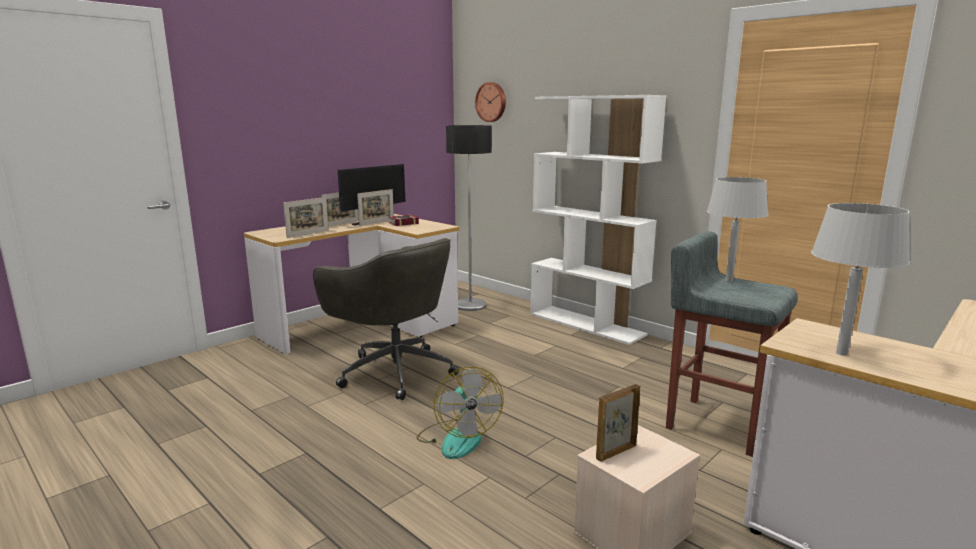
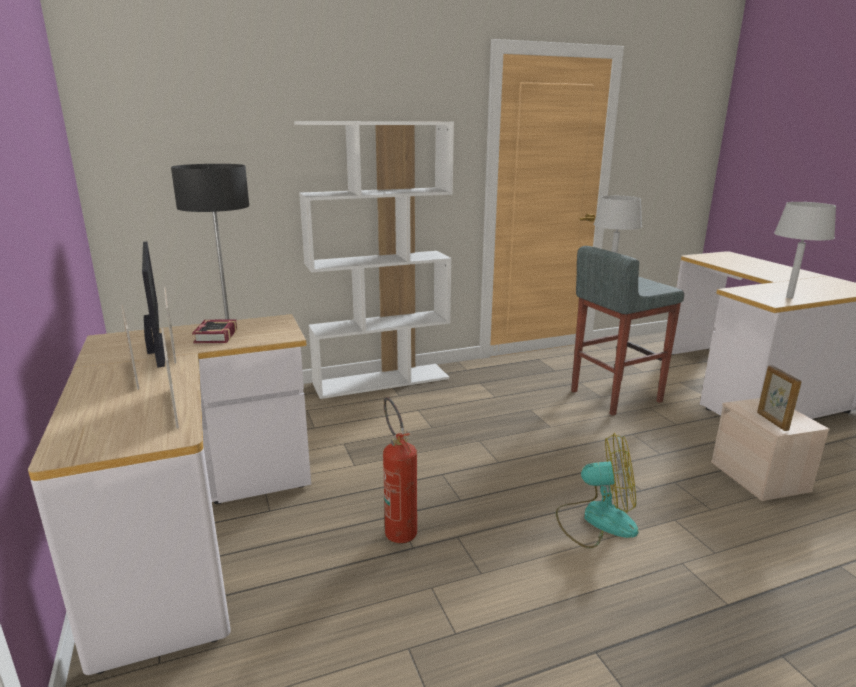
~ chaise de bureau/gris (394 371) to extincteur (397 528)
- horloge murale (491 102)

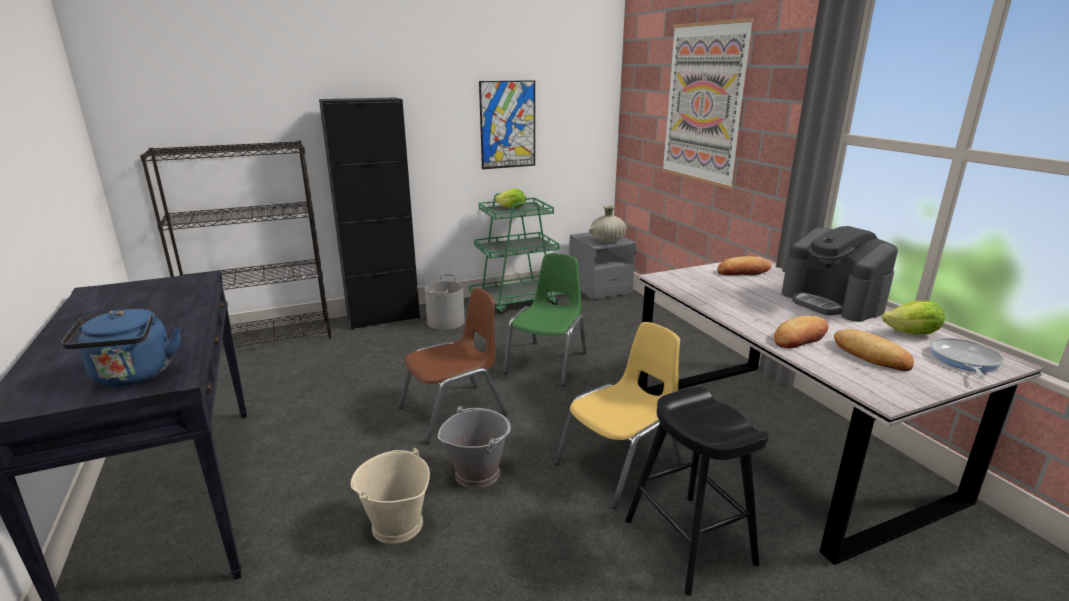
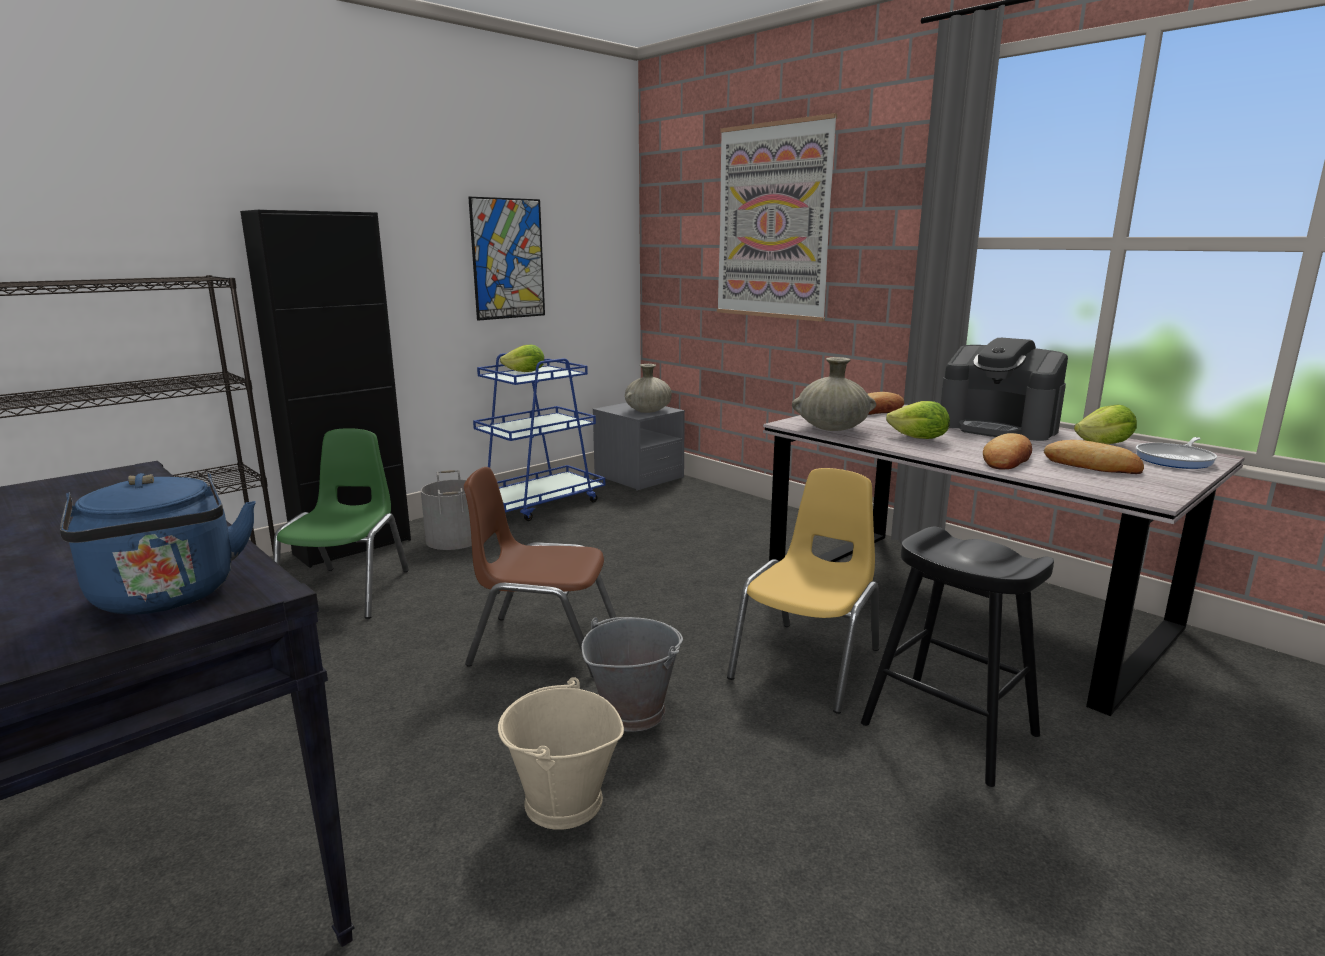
~ chaise/vert (547 363) to (347 592)
~ chaise/marron (453 412) = (544 644) 120 degrees counterclockwise
~ chariot/vert (517 301) to chariot/bleu (539 503)
+ vase/beige (832 428)
+ laitue (919 439)
~ poêle (964 360) = (1176 459) 135 degrees counterclockwise

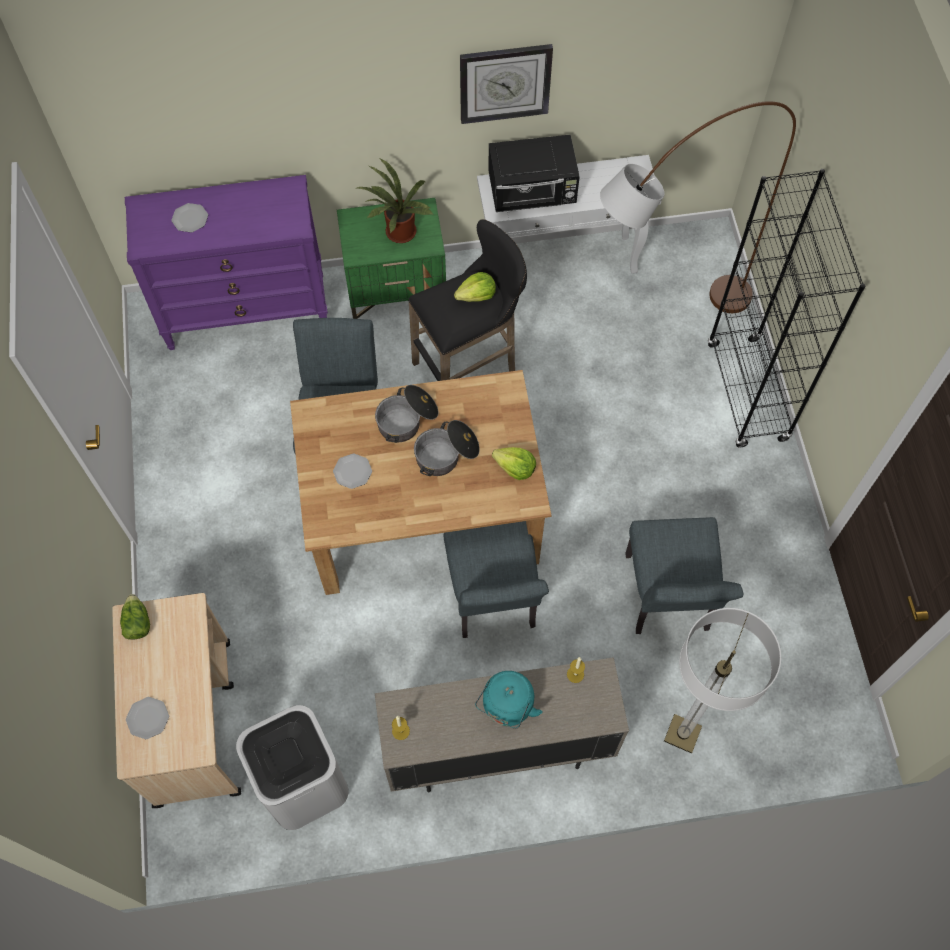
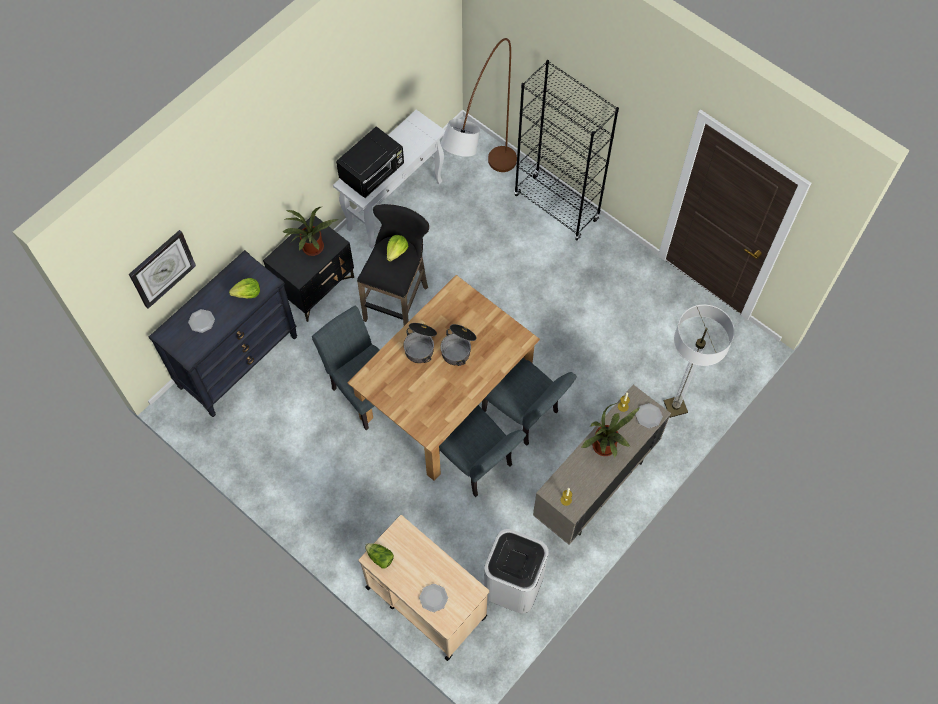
~ horloge murale (505 83) to (162 268)
~ commode/violet (247 311) to commode/noir (238 361)
~ laitue (515 468) to (247 293)
~ table de chevet/vert (396 289) to table de chevet/noir (315 285)
~ chaise/gris (668 600) to (477 465)
~ bouilloire/turquoise (507 707) to plante en pot (605 448)
~ assiette (353 471) to (648 416)

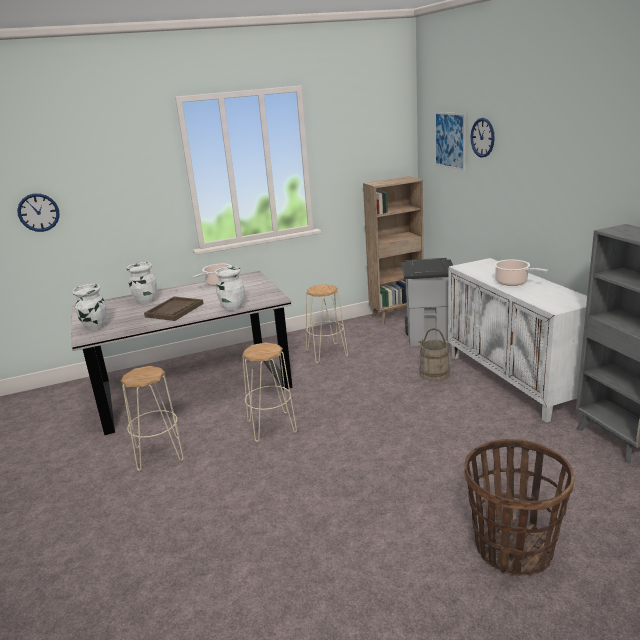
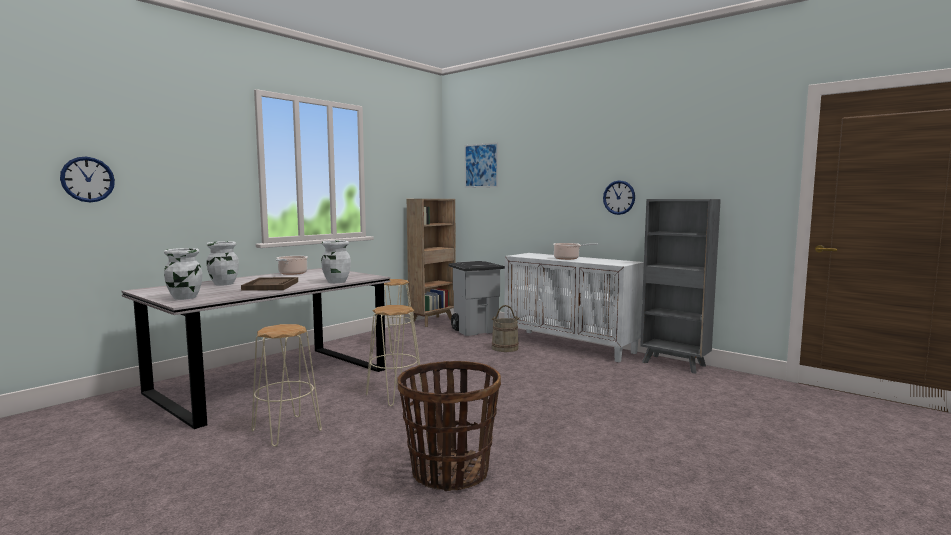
~ panier (512 548) to (449 472)
~ horloge murale (482 137) to (619 197)

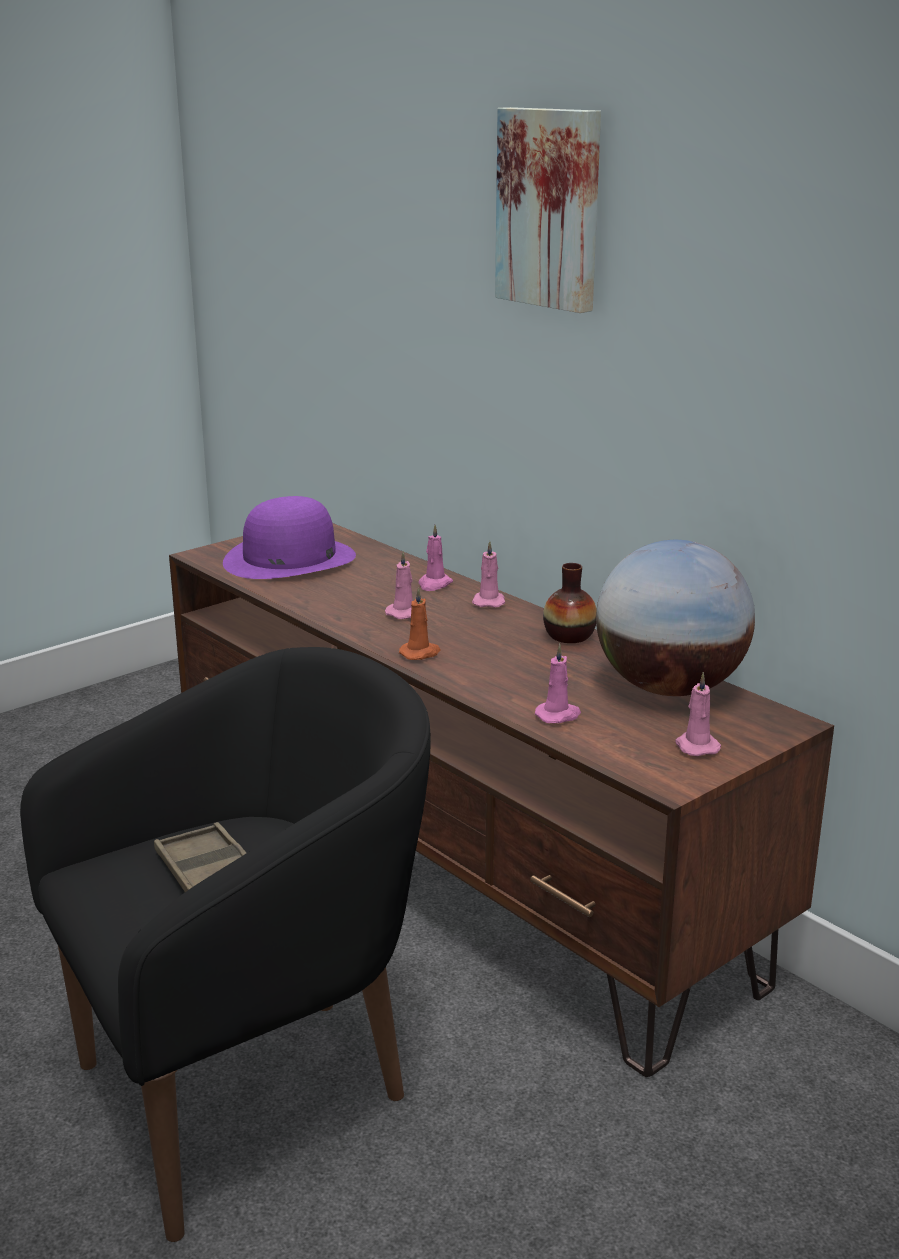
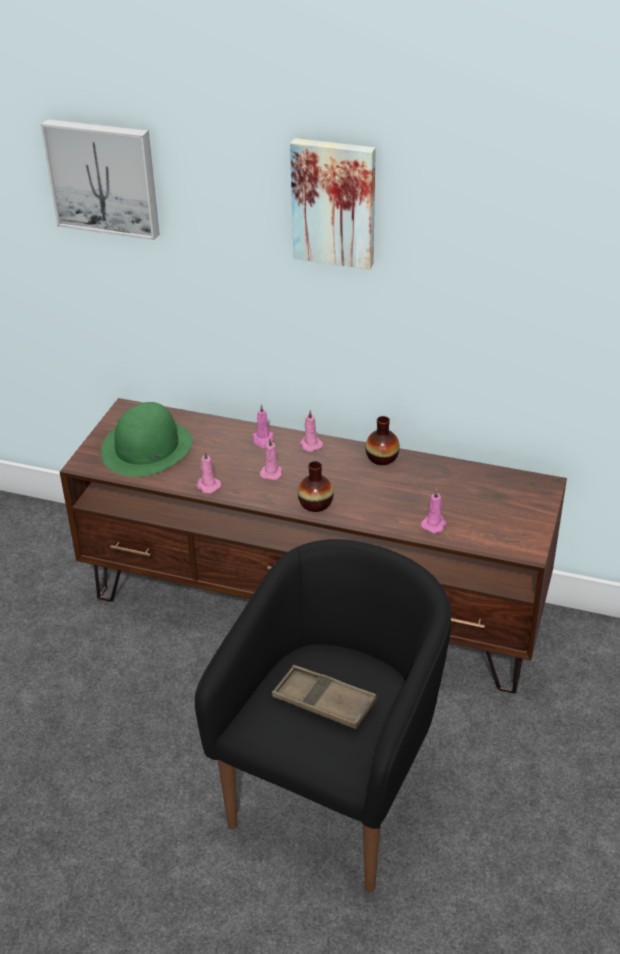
+ tableau (104 177)
~ chapeau/violet (289 559) to chapeau/vert (147 448)
~ bougie/rose (695 746) to (207 486)
~ bougie/orange (420 653) to vase (315 504)
- globe (669 688)

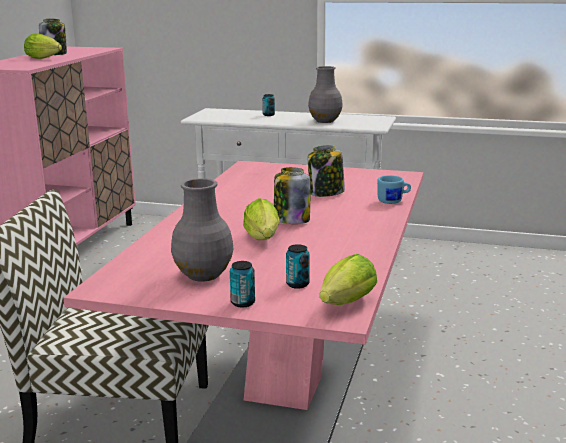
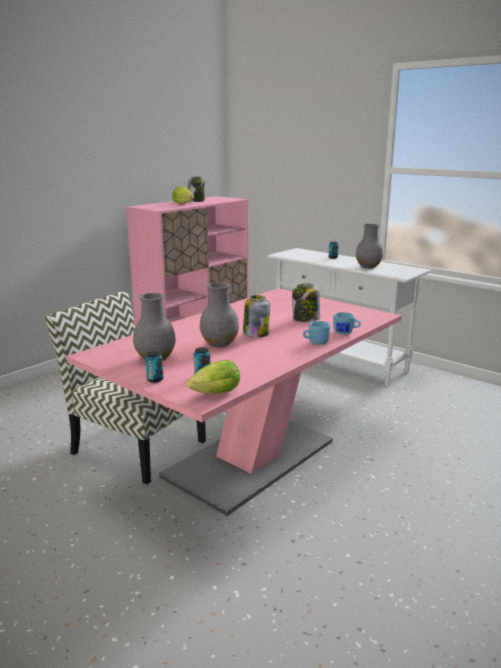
~ laitue (263 240) to vase/gris (220 343)
+ mug/bleu (315 342)

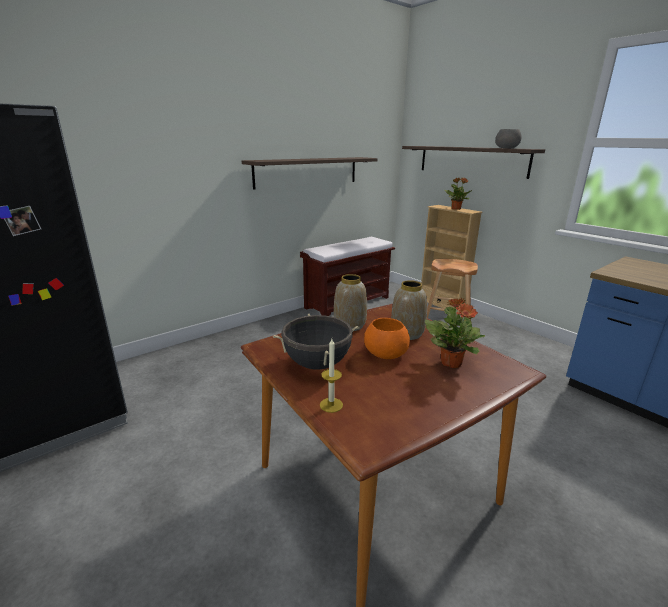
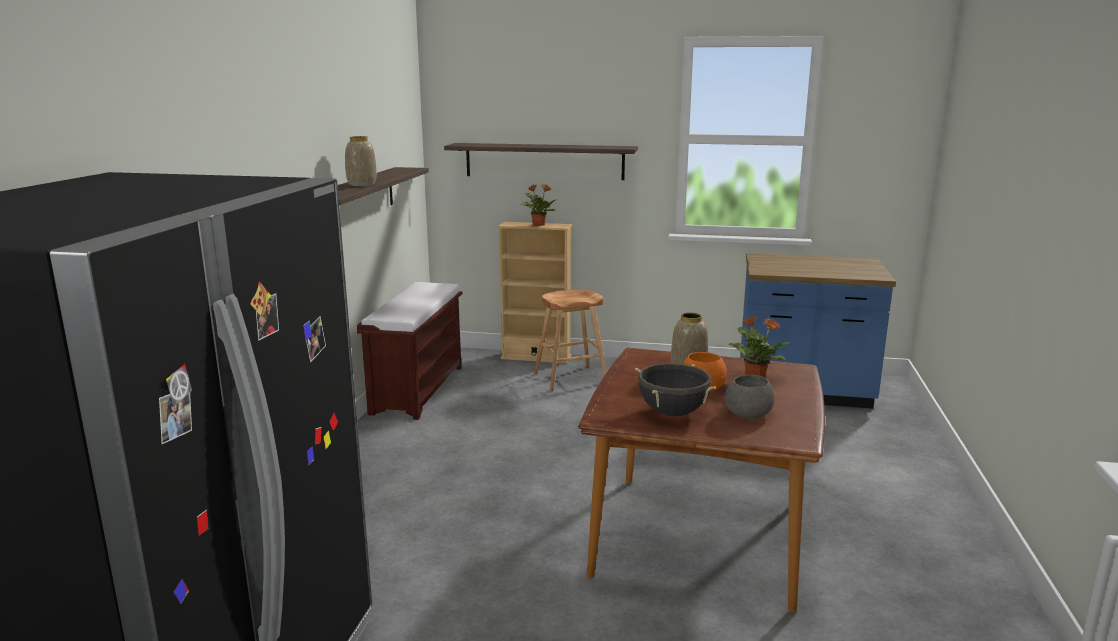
~ vase (349 325) to (361 184)
~ bol/gris (507 148) to (749 413)
- bougie (331 405)

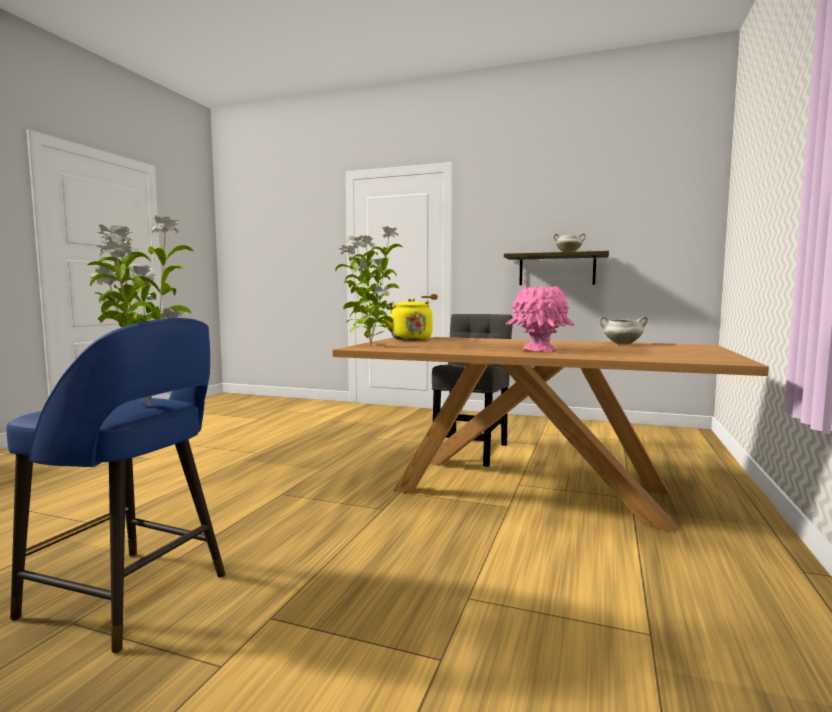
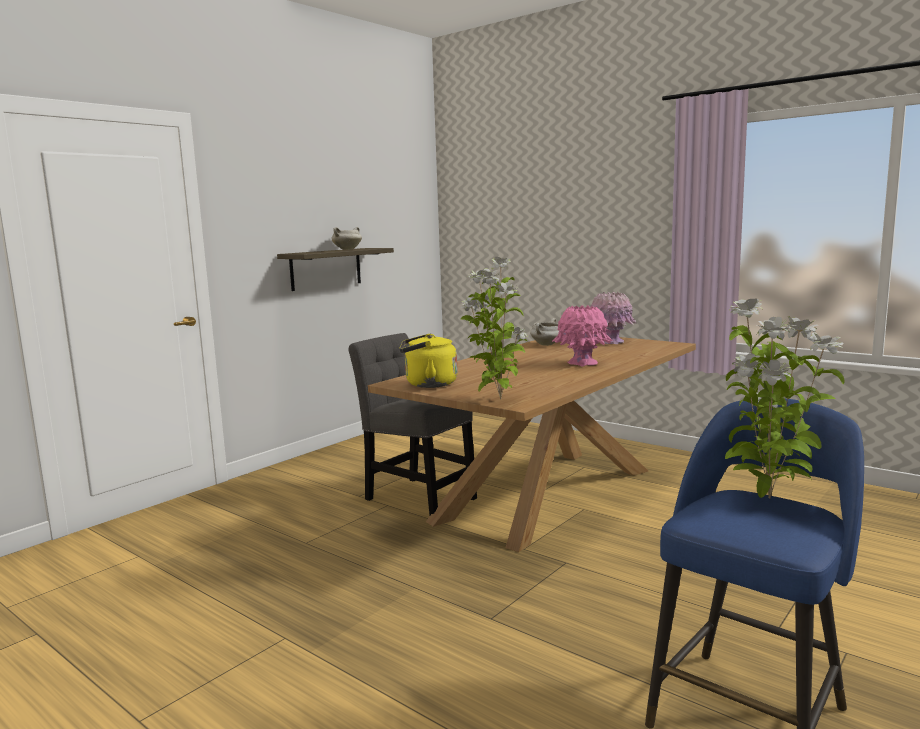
+ vase/rose (610 342)

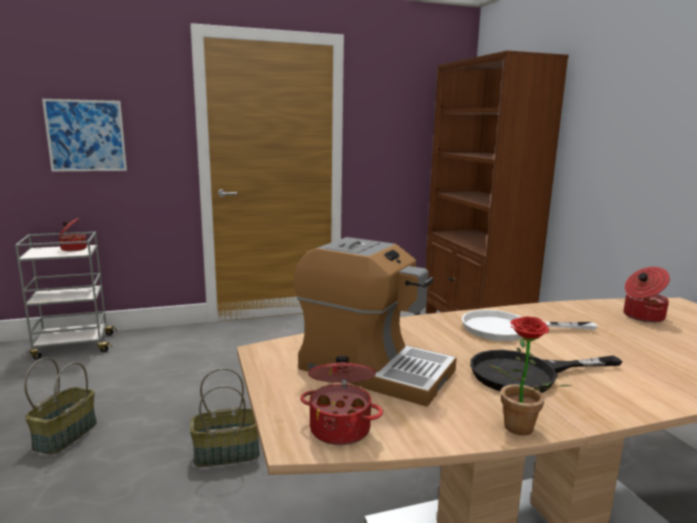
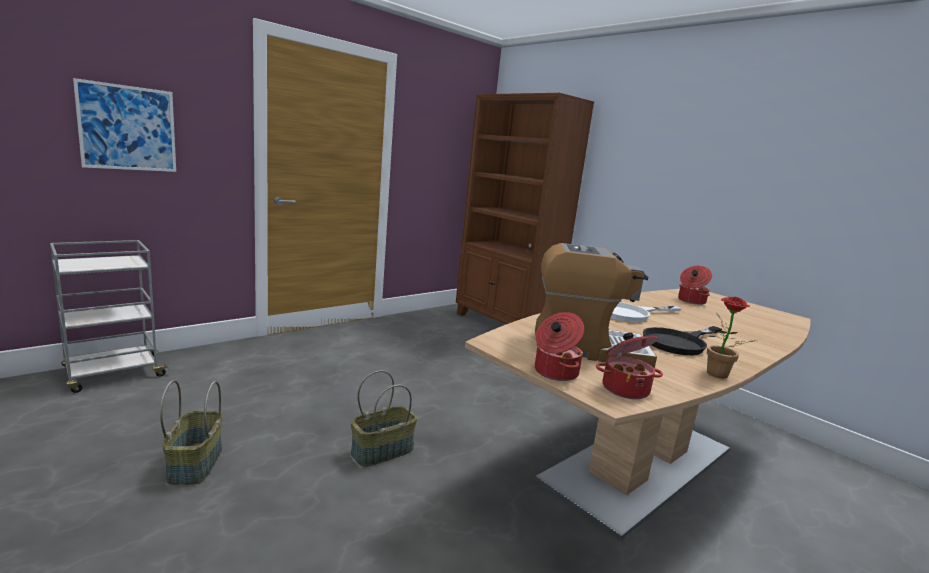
~ marmite (73 249) to (554 372)

